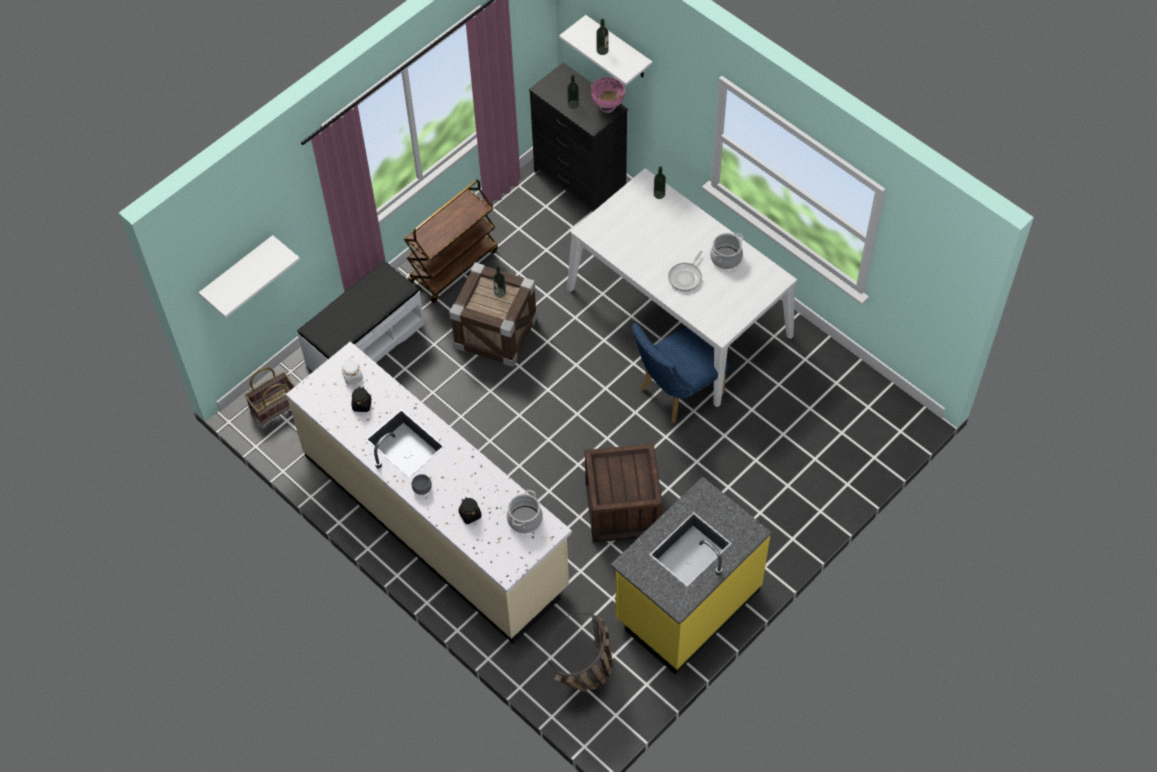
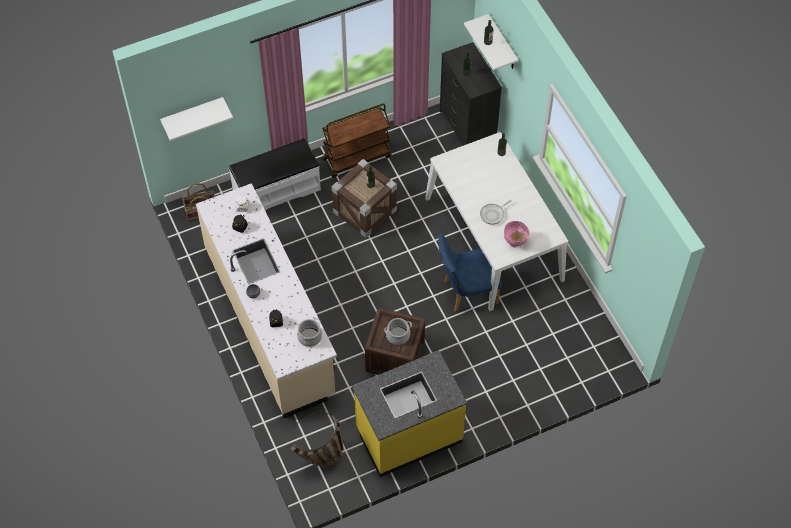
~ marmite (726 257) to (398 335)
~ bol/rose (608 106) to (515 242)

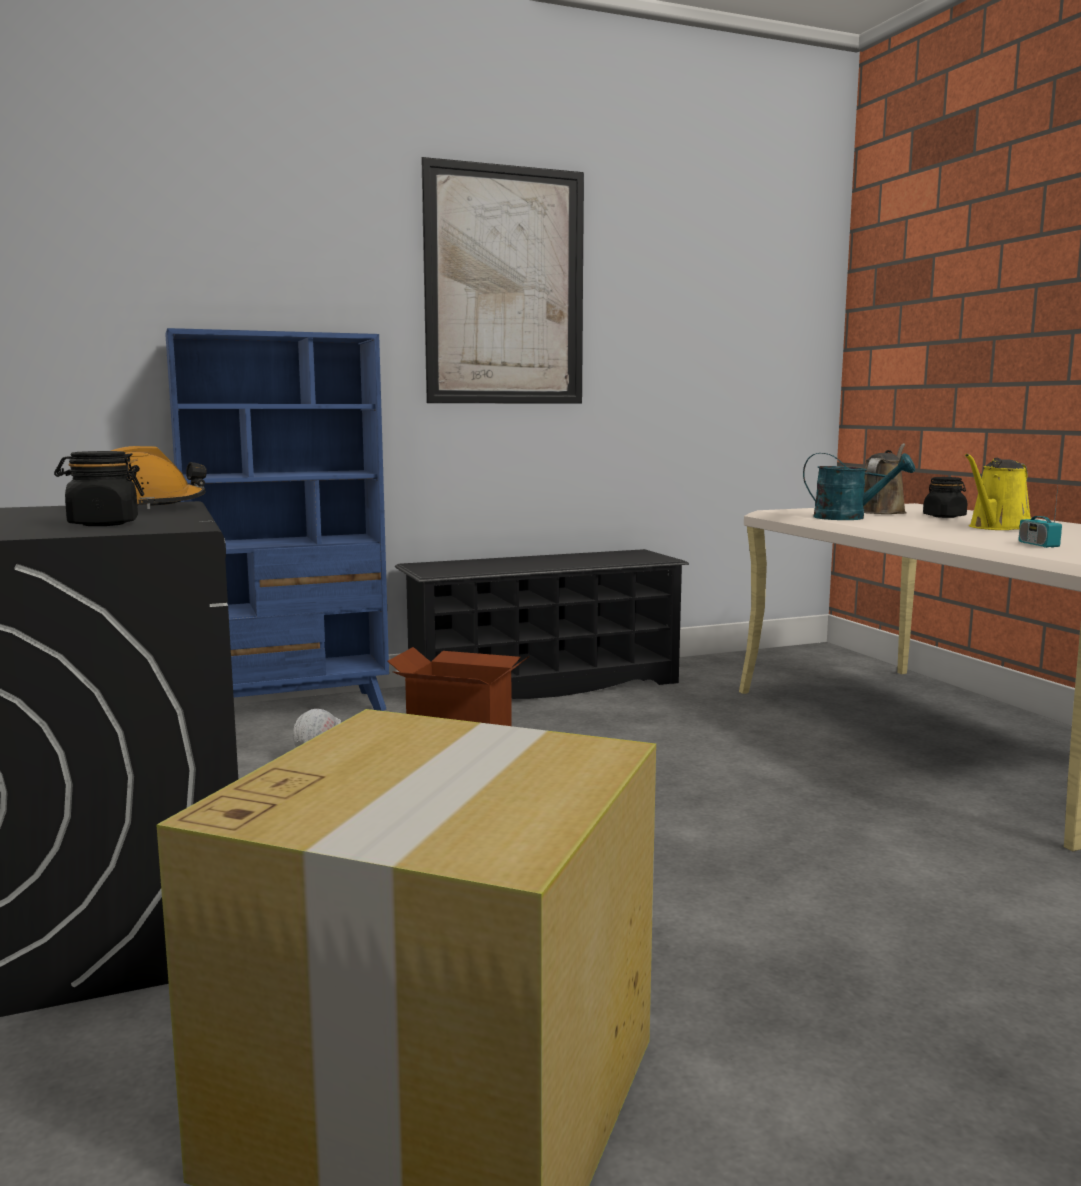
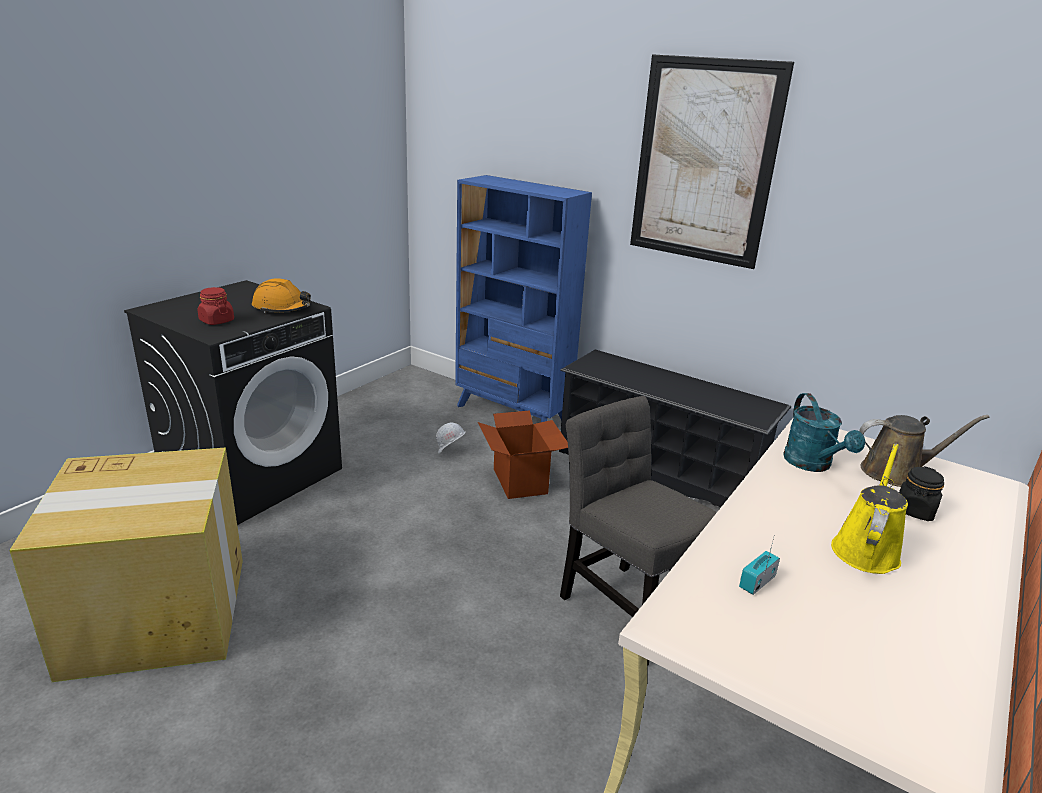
~ bocal/noir (103 524) to bocal/rouge (216 321)
+ chaise/gris (625 608)
~ arrosoir/jaune (997 527) = (866 549) 105 degrees clockwise

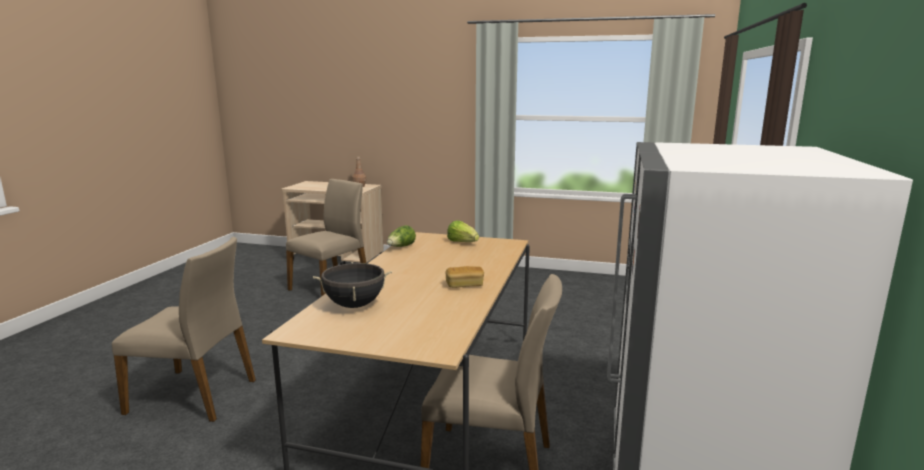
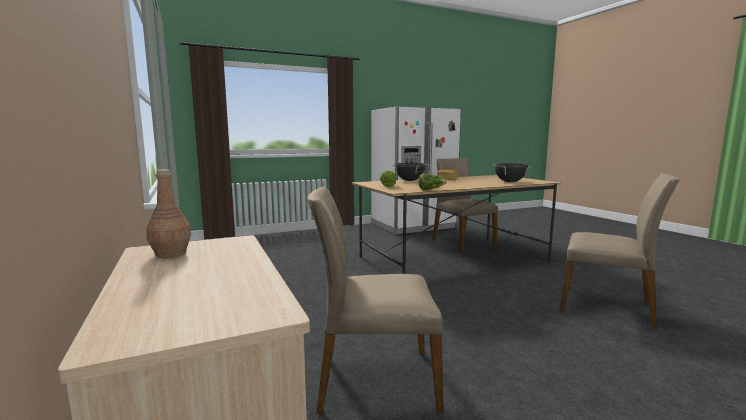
+ marmite/noir (409 181)
~ chaise/beige (194 395) = (606 306) 150 degrees clockwise

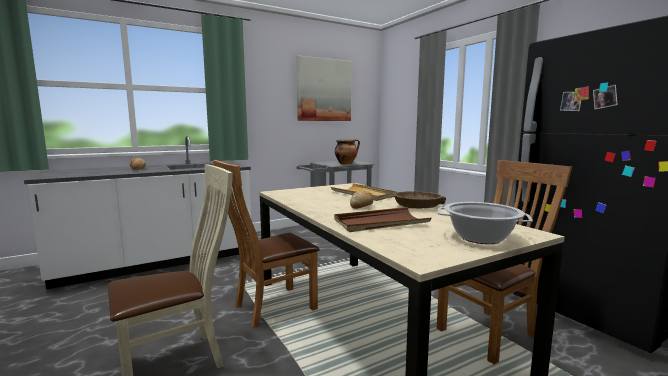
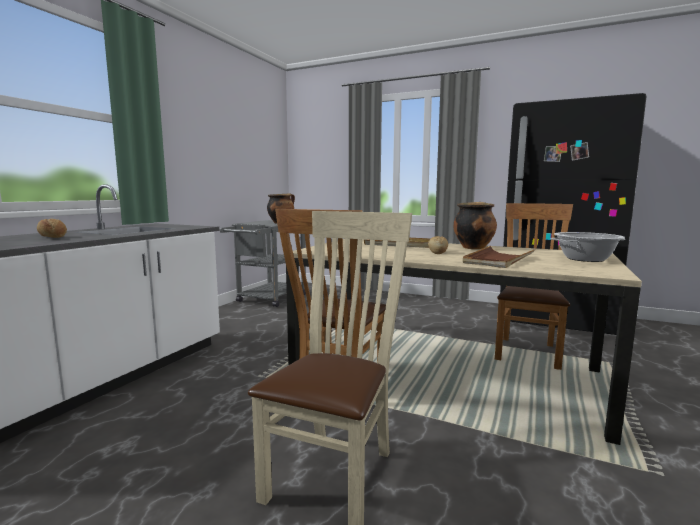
~ bol/marron (417 206) to marmite (473 247)
- tableau (324 90)

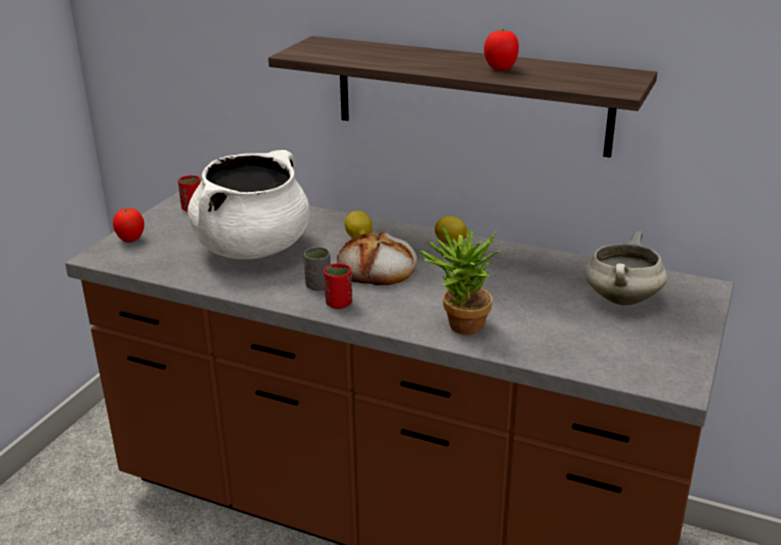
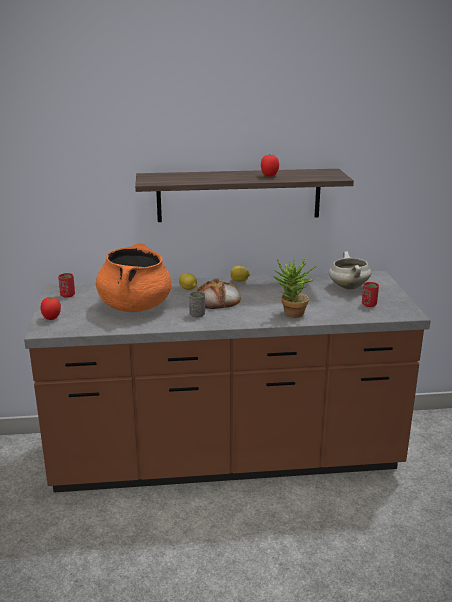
~ marmite/blanc (253 248) to marmite/orange (135 306)
~ tasse/rouge (338 303) to (369 304)

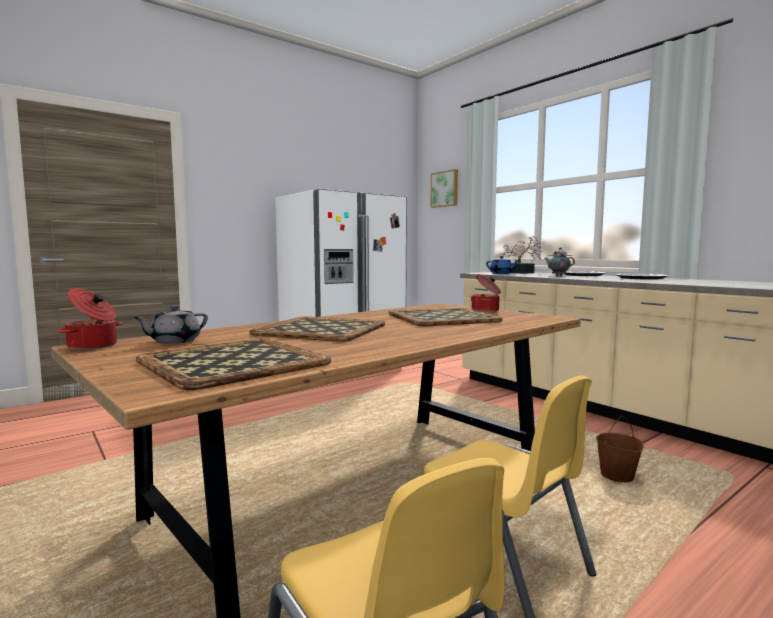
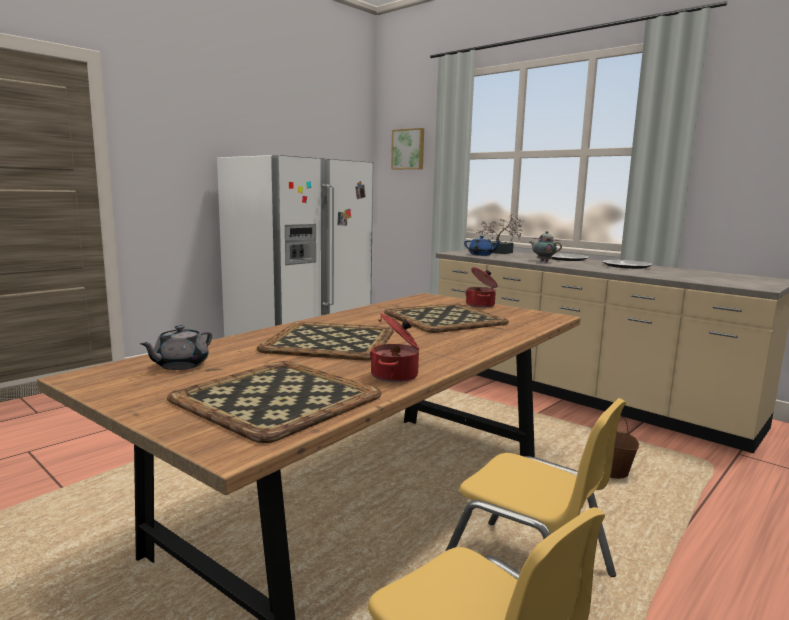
~ marmite (93 346) to (396 376)

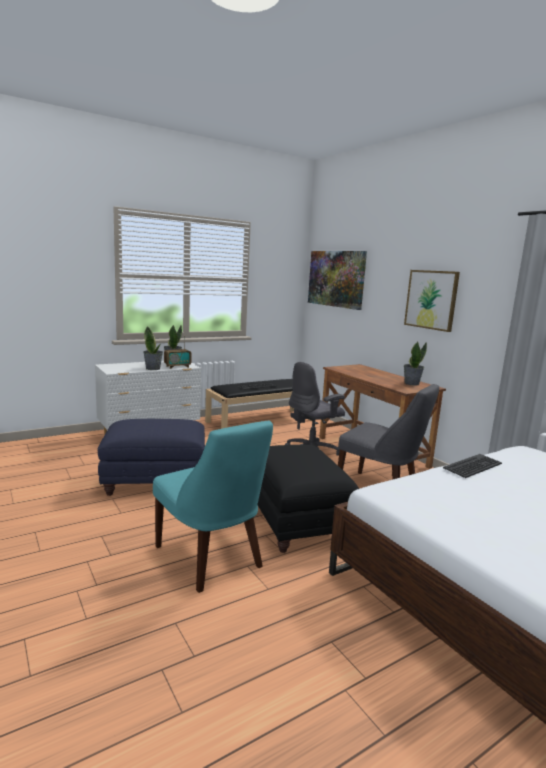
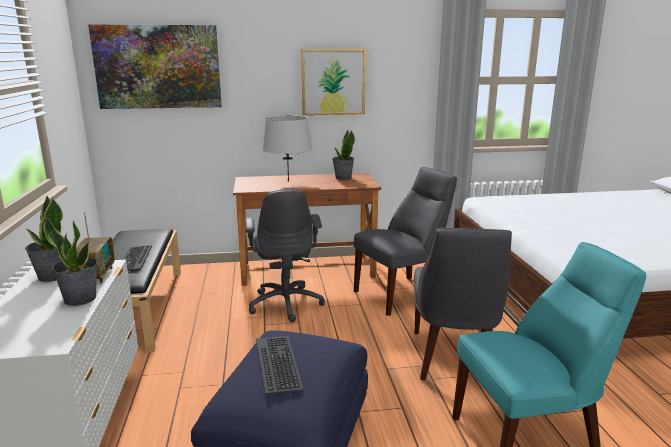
~ clavier (473 466) to (278 364)
+ lampe de table/gris (288 181)
~ pouf/noir (295 522) to chaise/gris (453 359)

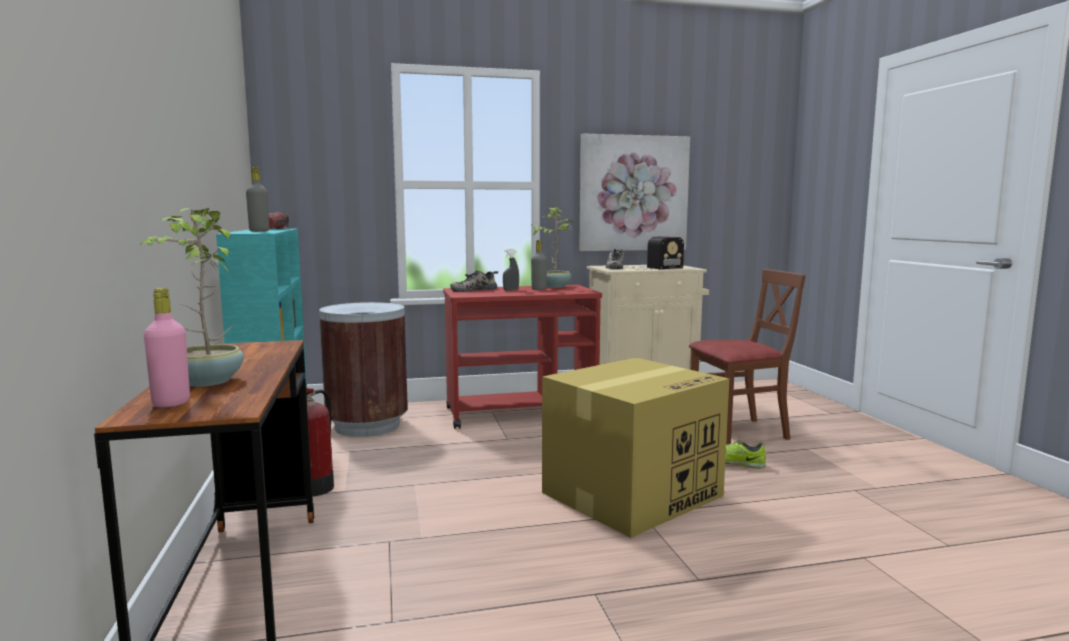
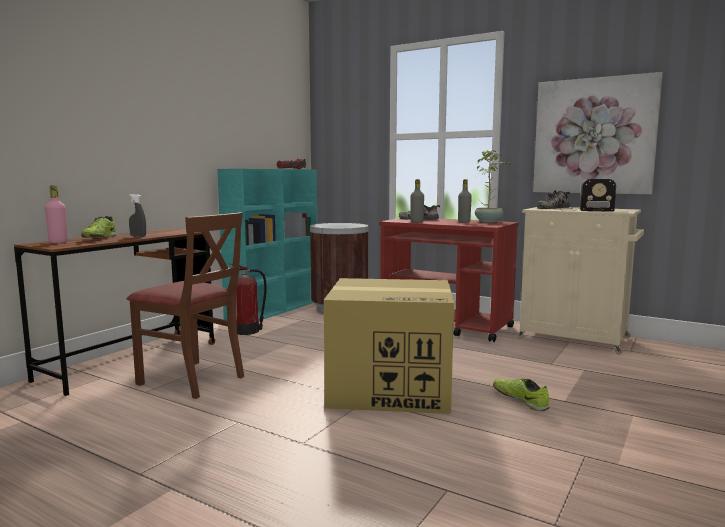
~ plante en pot (206 382) to chaussure (99 238)
~ chaise/marron (738 432) to (192 379)
~ vaporisateur/gris (511 290) to (138 236)
~ bouteille/gris (259 231) to (416 222)

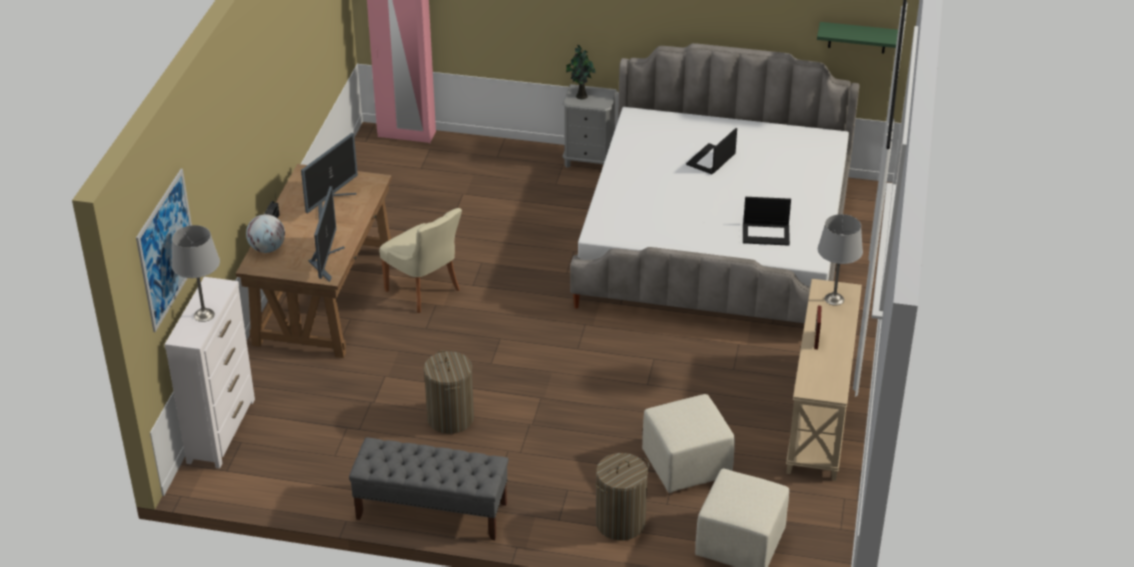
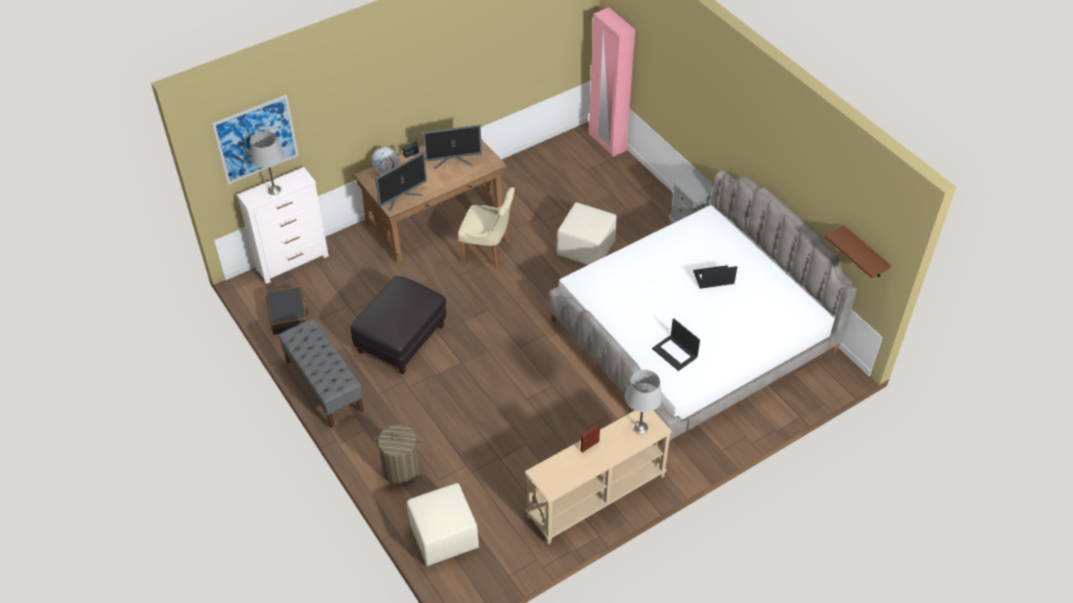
+ valise/noir (288 315)
~ panier à linge (450 418) to pouf/noir (401 339)
~ chaise/beige (425 291) = (488 251) 75 degrees counterclockwise
~ pouf/beige (687 464) to (587 249)
~ étagère/vert (857 37) to étagère/marron (864 253)
- plante en pot (580 95)

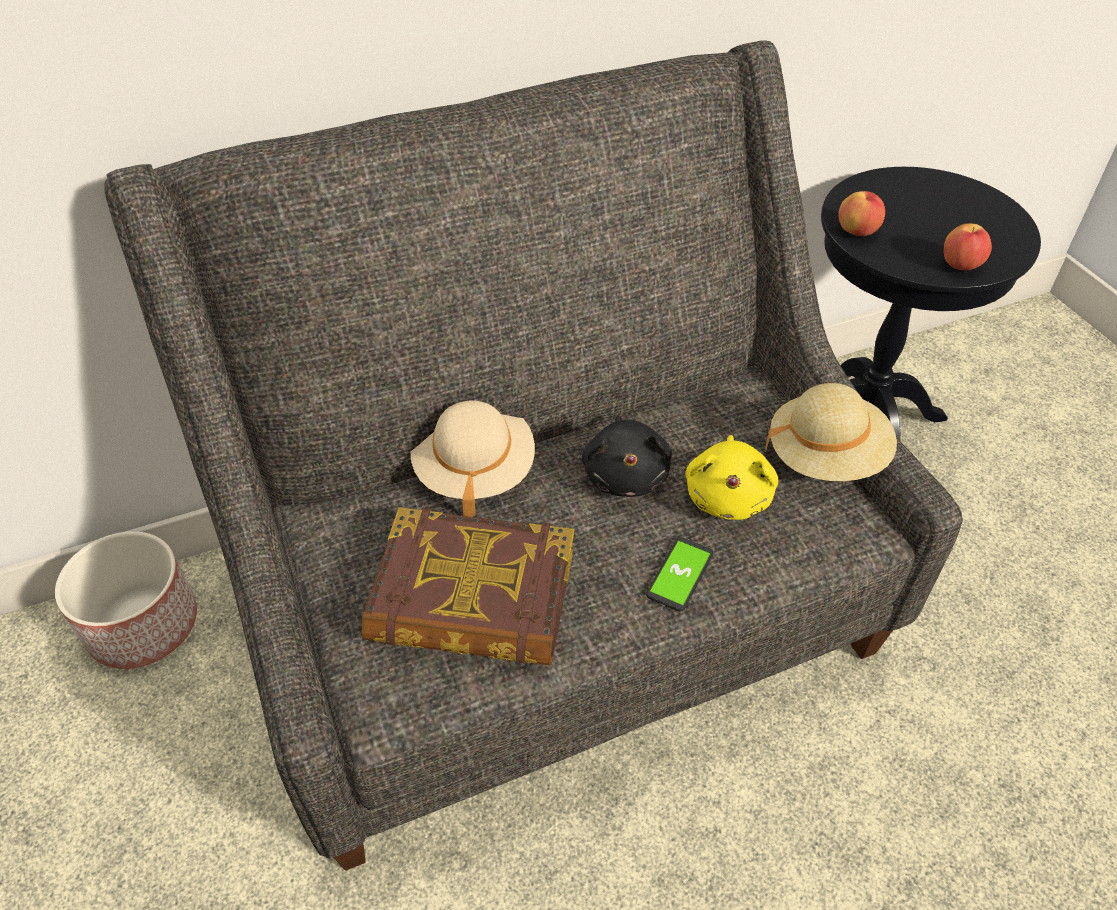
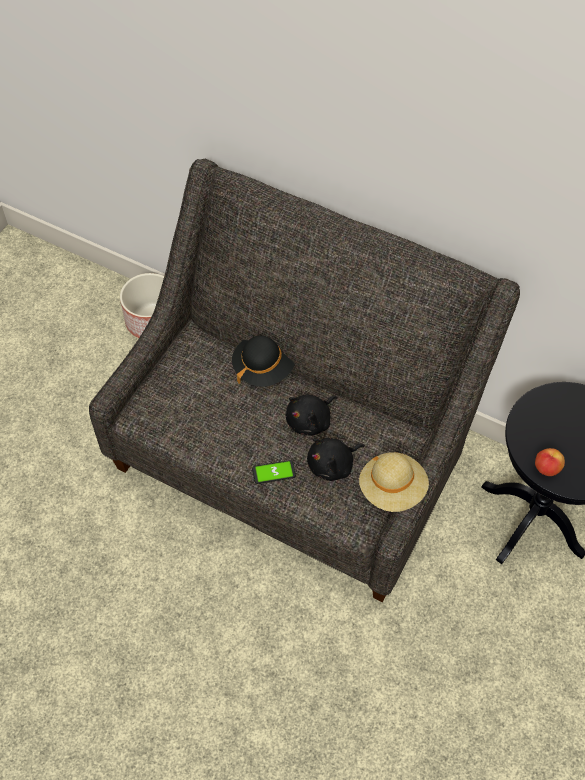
~ chapeau/beige (474 470) to chapeau/noir (263 367)
~ peluche/jaune (728 495) to peluche/noir (332 465)
- livre (472 599)
- pomme (857 231)

